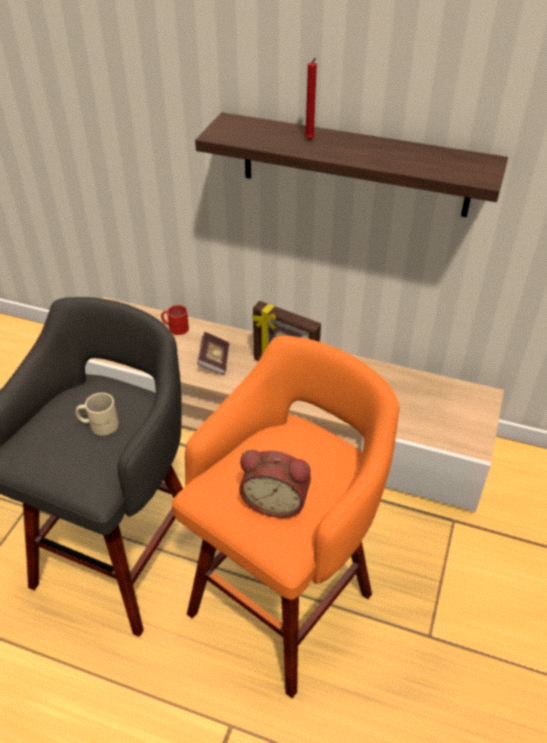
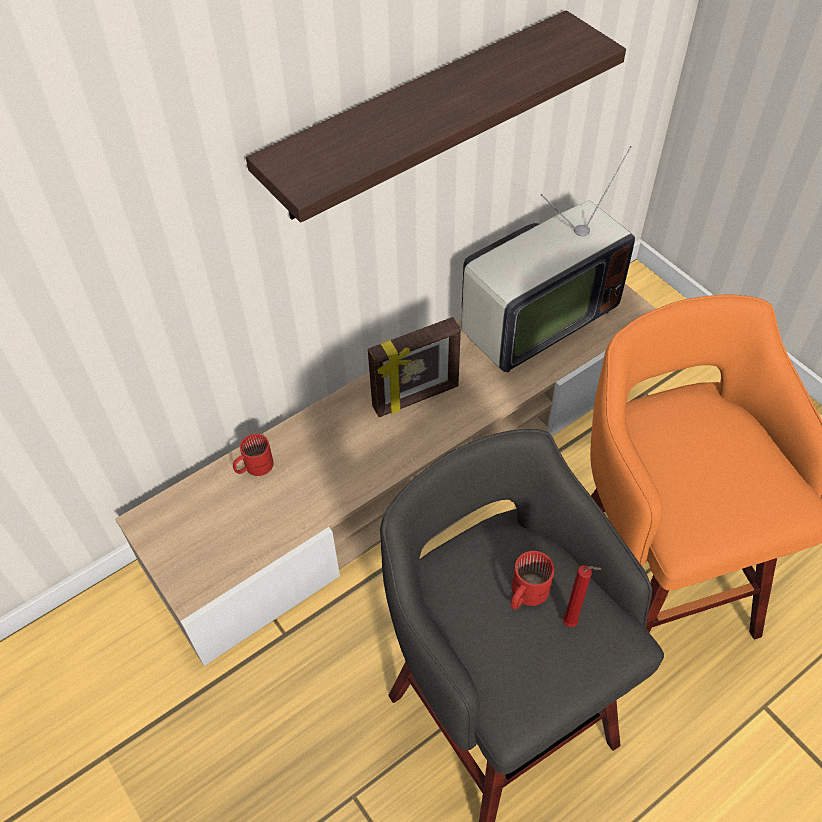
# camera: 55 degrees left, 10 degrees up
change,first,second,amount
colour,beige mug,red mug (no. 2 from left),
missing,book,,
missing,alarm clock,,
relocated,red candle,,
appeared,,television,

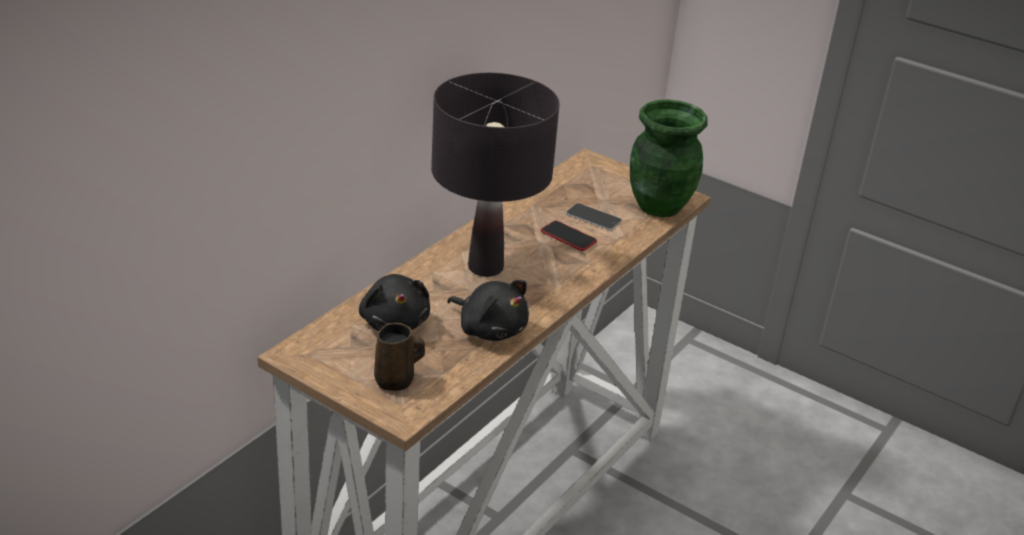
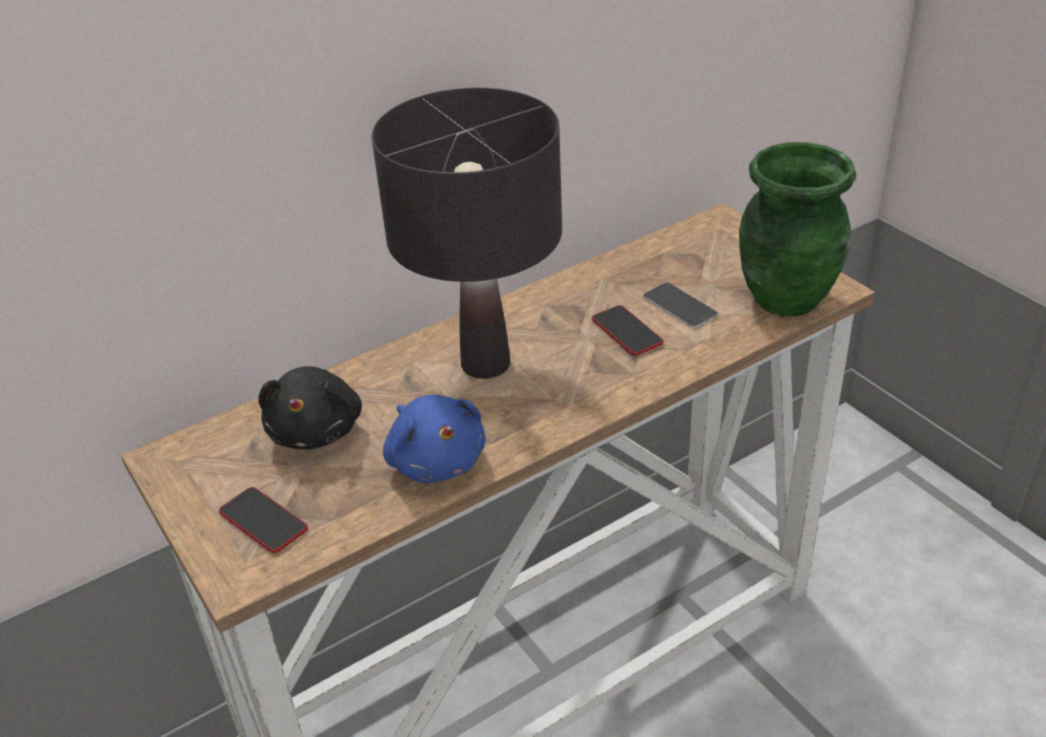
# camera: 25 degrees right, 5 degrees up
change,first,second,amount
exchanged,brown mug,phone (no. 1 from left),
colour,black plush toy (no. 2 from left),blue plush toy,

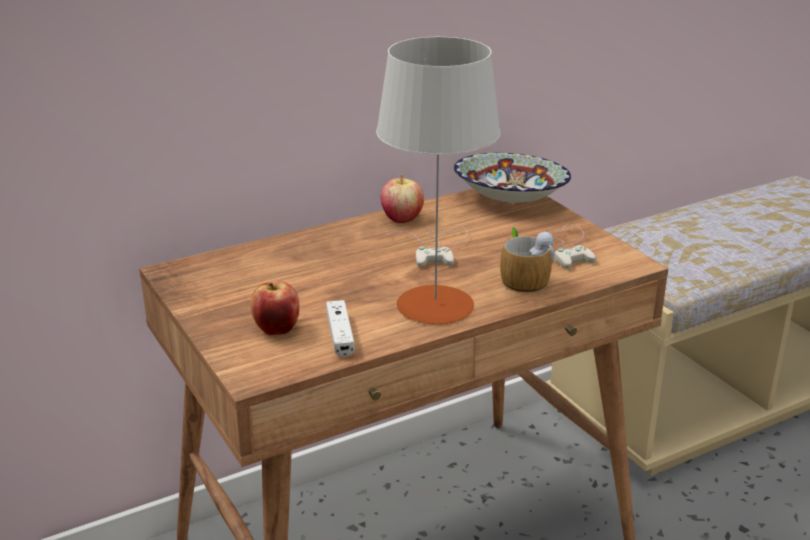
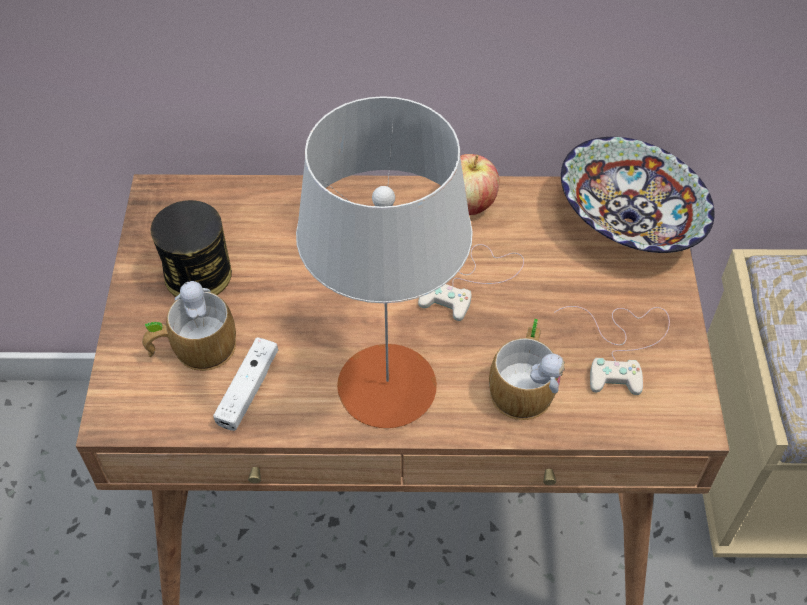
# camera: 30 degrees right, 25 degrees up
change,first,second,amount
exchanged,apple (no. 1 from left),mug (no. 1 from left),
appeared,,can,

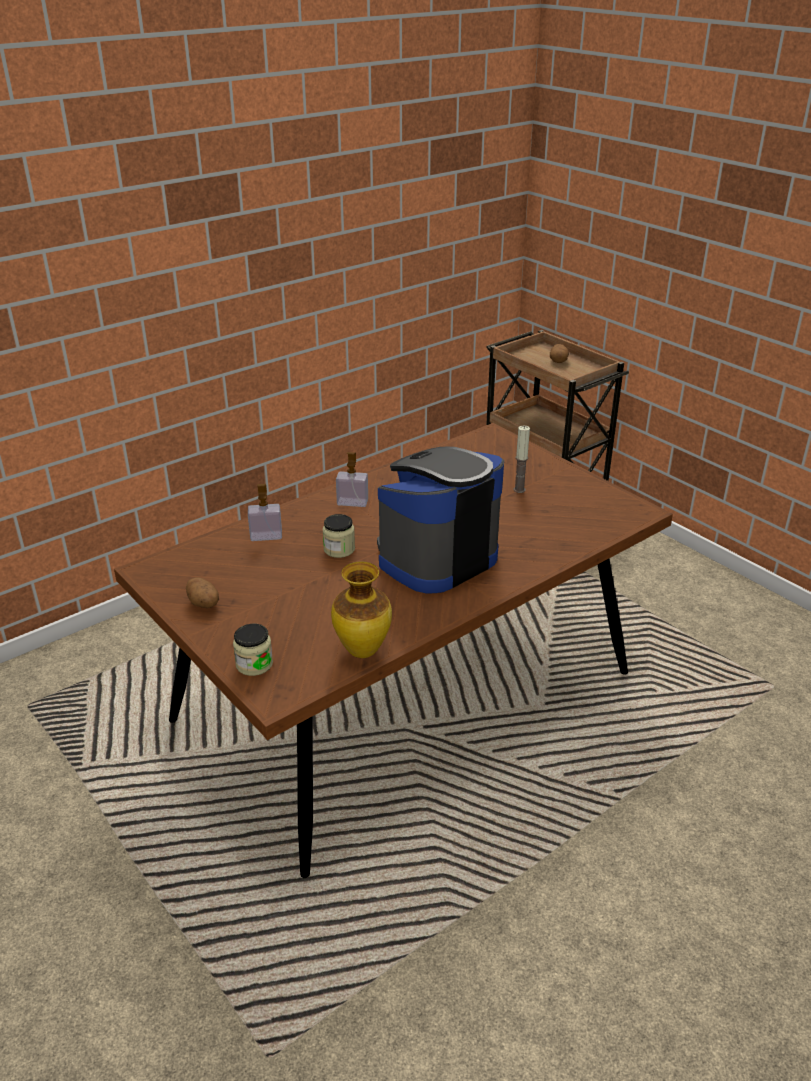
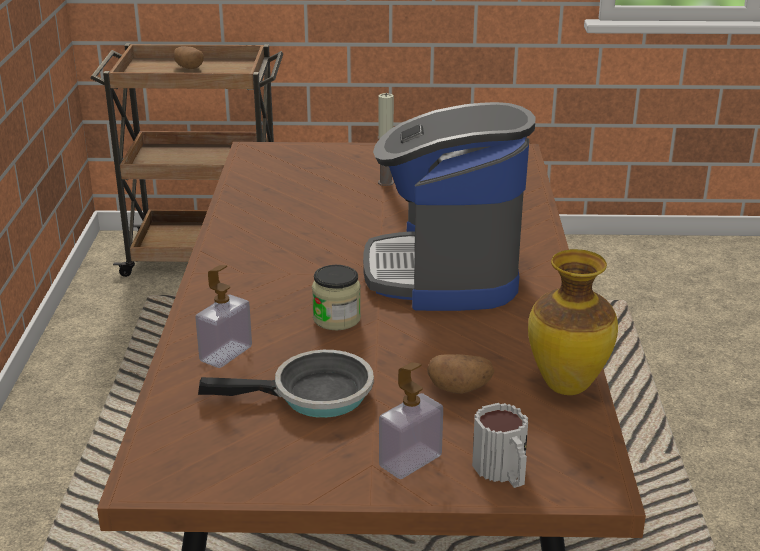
# camera: 50 degrees left, 5 degrees down
change,first,second,amount
relocated,potato (no. 1 from left in the first image),potato (no. 2 from left),
exchanged,jar (no. 1 from left),mug,
relocated,soap dispenser (no. 2 from left),,
appeared,,frying pan,

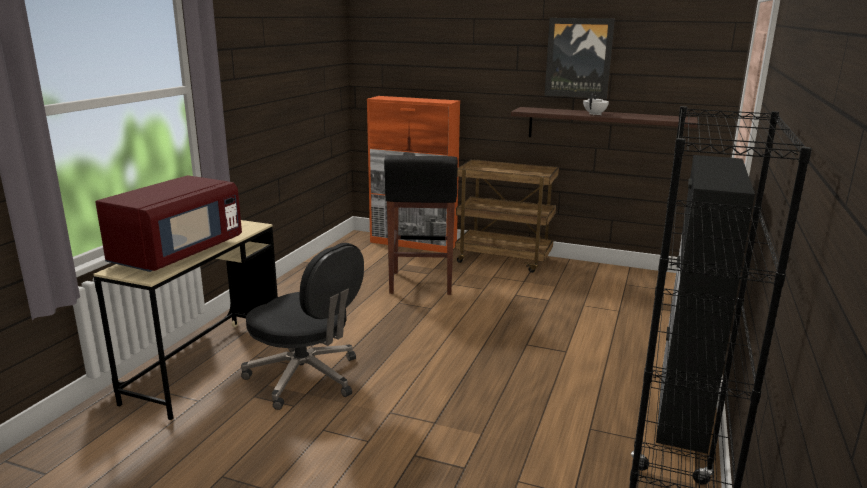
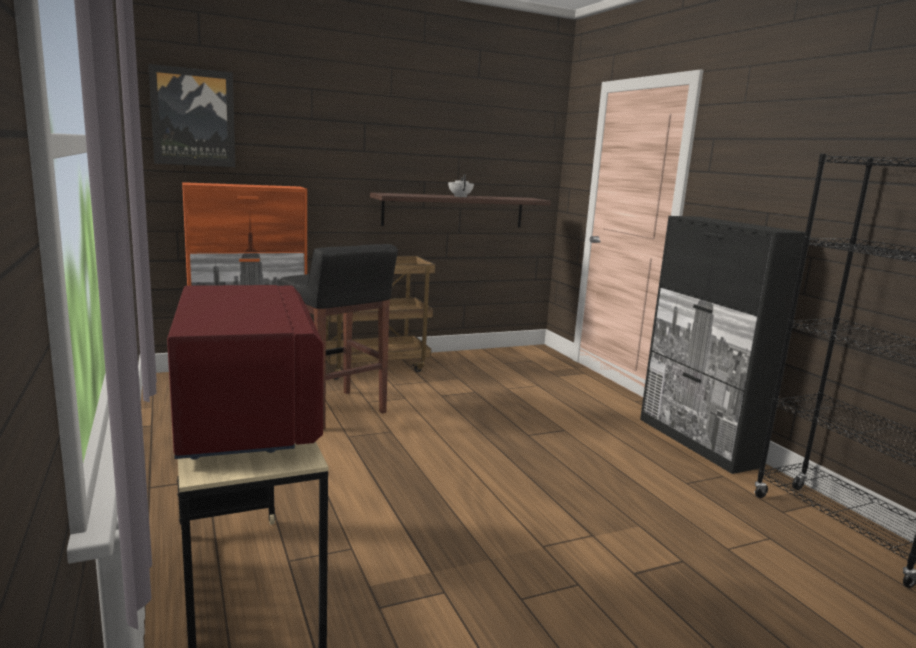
# camera: 45 degrees left, 5 degrees down
change,first,second,amount
missing,black office chair,,
relocated,picture,,

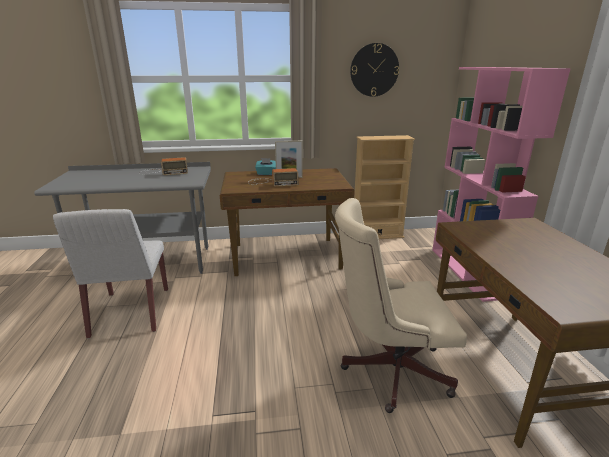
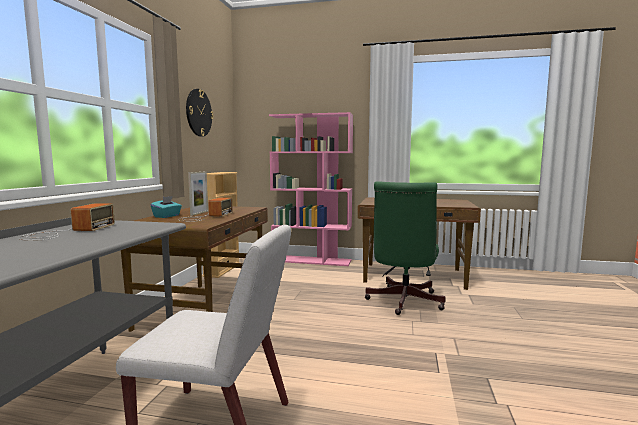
# camera: 70 degrees left, 15 degrees down
change,first,second,amount
colour,beige office chair,green office chair,

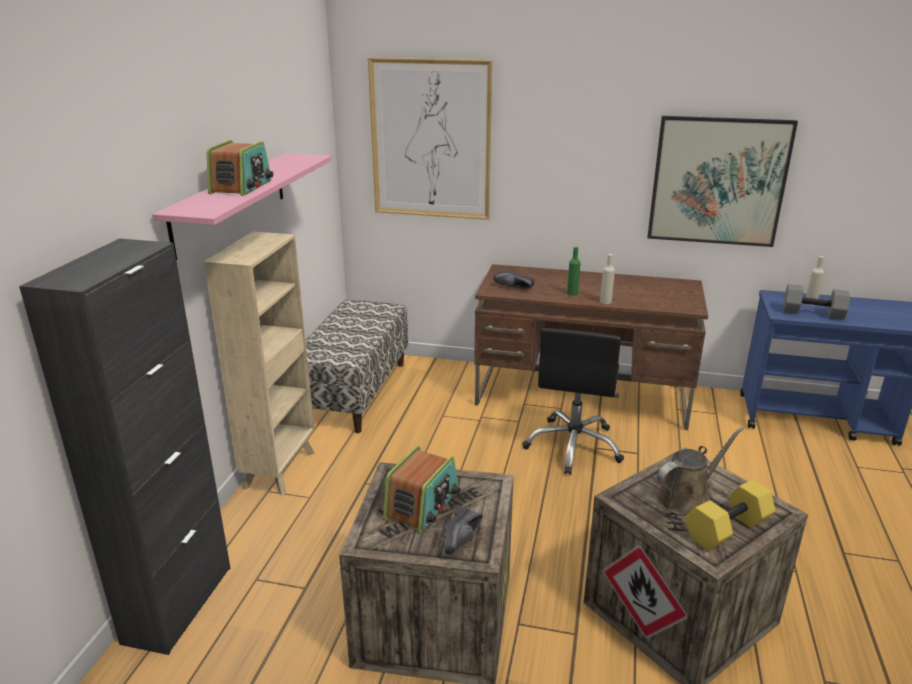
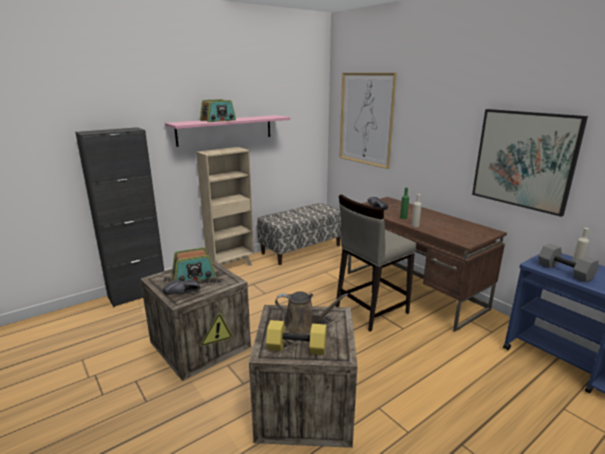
# camera: 40 degrees right, 5 degrees down
change,first,second,amount
exchanged,black office chair,beige stool,

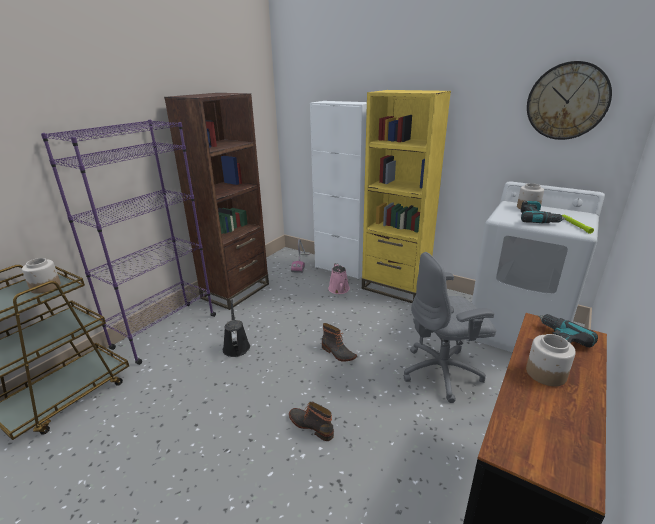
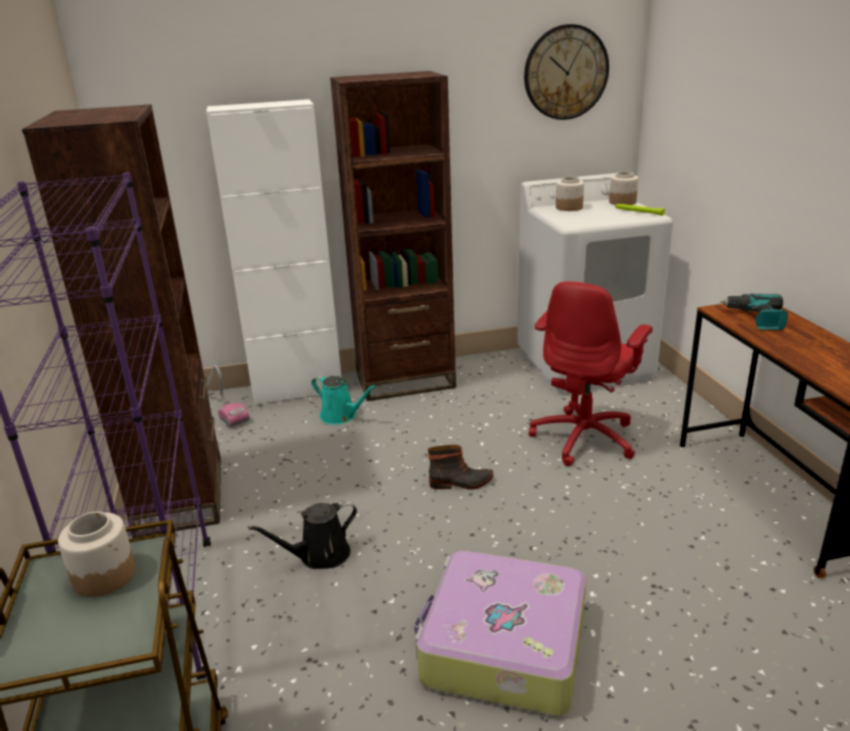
# camera: 45 degrees left, 0 degrees up
change,first,second,amount
spun,black watering can,,60 degrees counterclockwise
missing,boot (no. 1 from left),,
colour,pink watering can,turquoise watering can,
colour,yellow bookcase,brown bookcase (no. 2 from left),
colour,grey office chair,red office chair,
missing,power drill (no. 1 from left),,
relocated,jar (no. 3 from left),,
appeared,,suitcase,

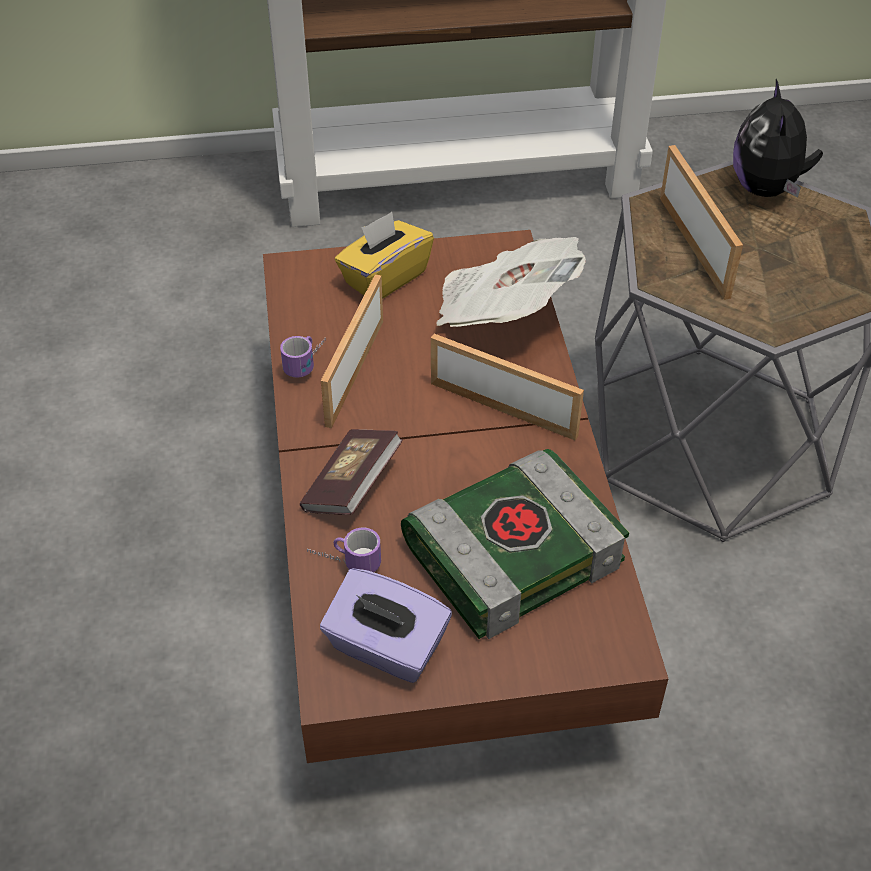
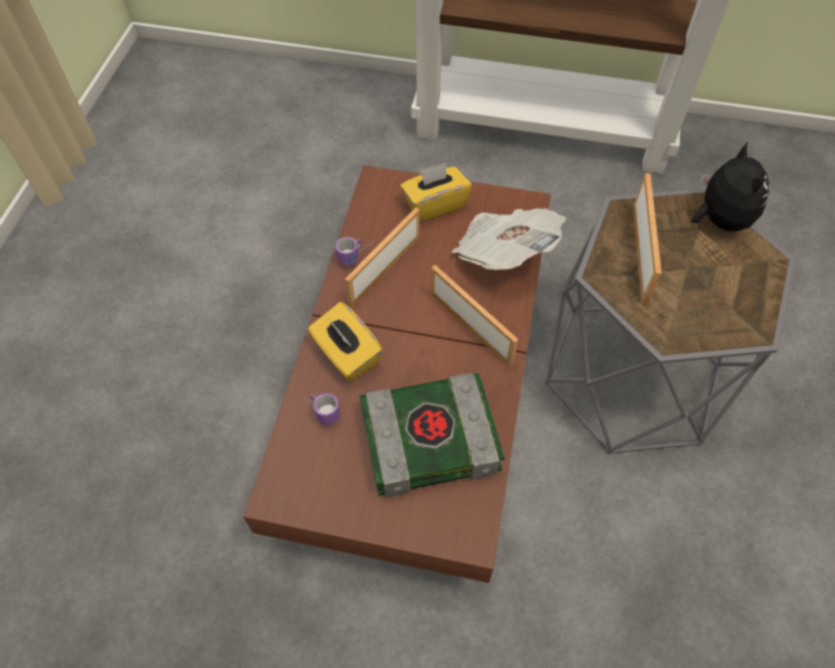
# camera: 20 degrees right, 10 degrees up
change,first,second,amount
exchanged,book (no. 1 from left),yellow tissue box (no. 1 from left),
missing,purple tissue box,,
spun,plush toy,,150 degrees clockwise

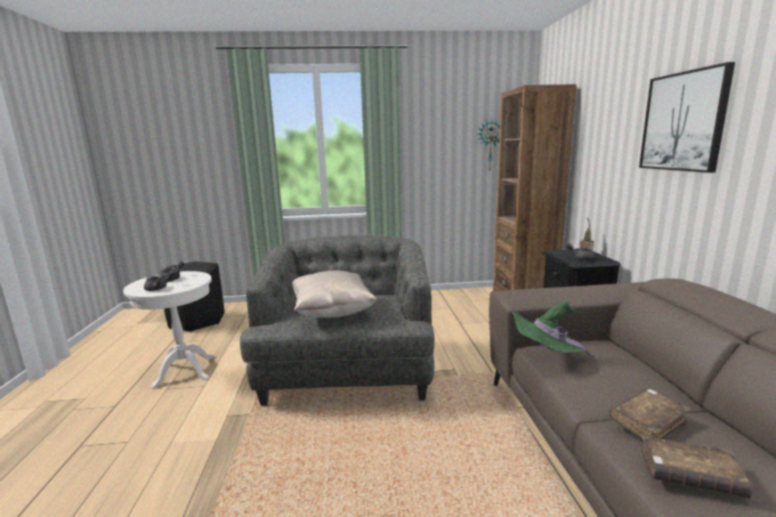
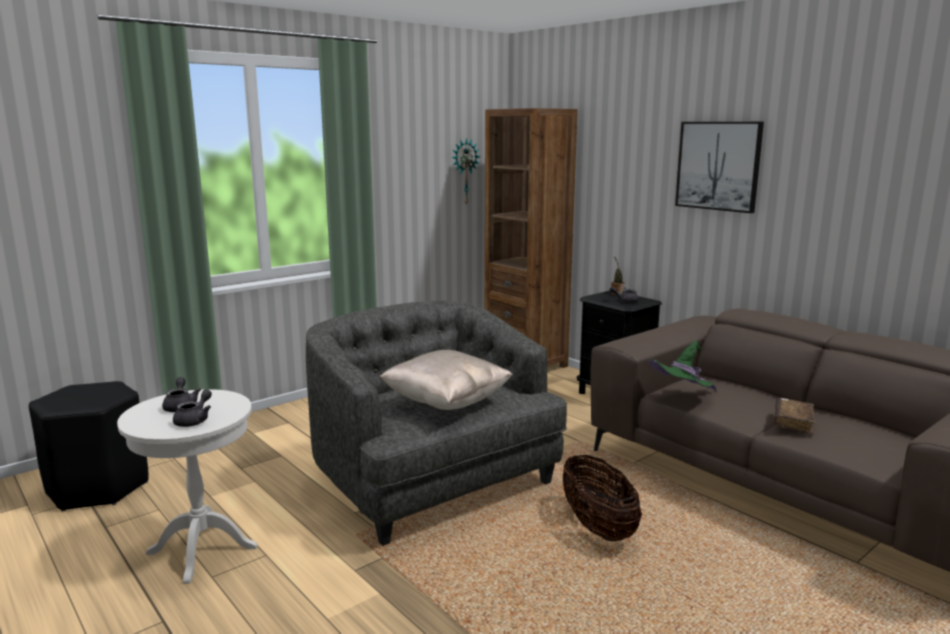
# camera: 35 degrees left, 0 degrees up
change,first,second,amount
missing,brown book (no. 2 from left),,
appeared,,basket,

